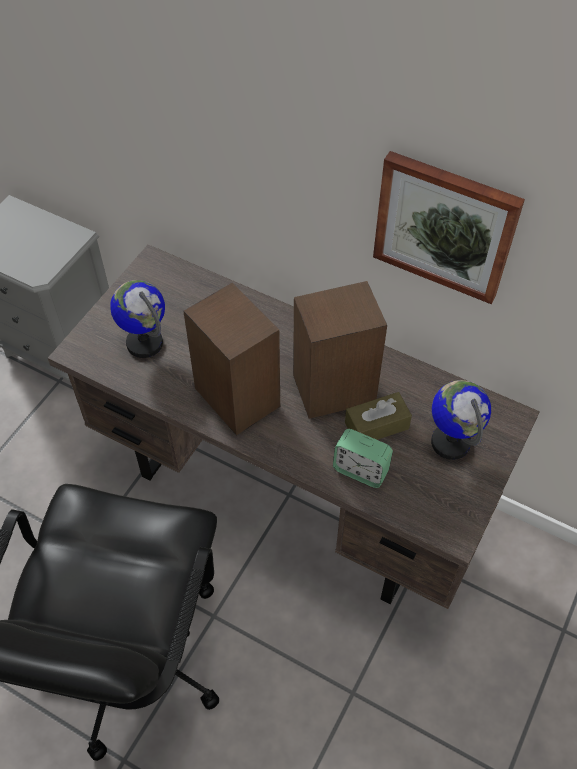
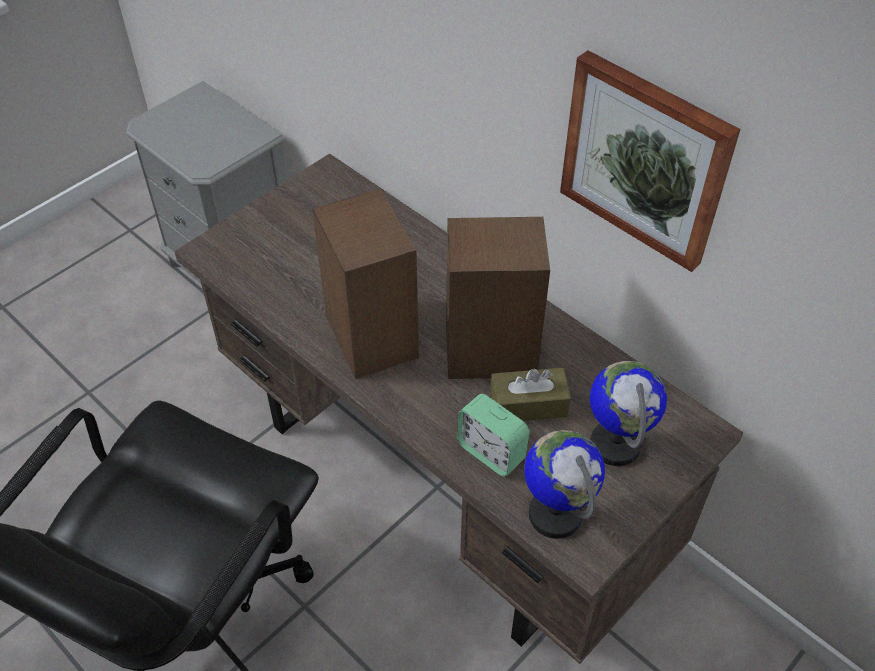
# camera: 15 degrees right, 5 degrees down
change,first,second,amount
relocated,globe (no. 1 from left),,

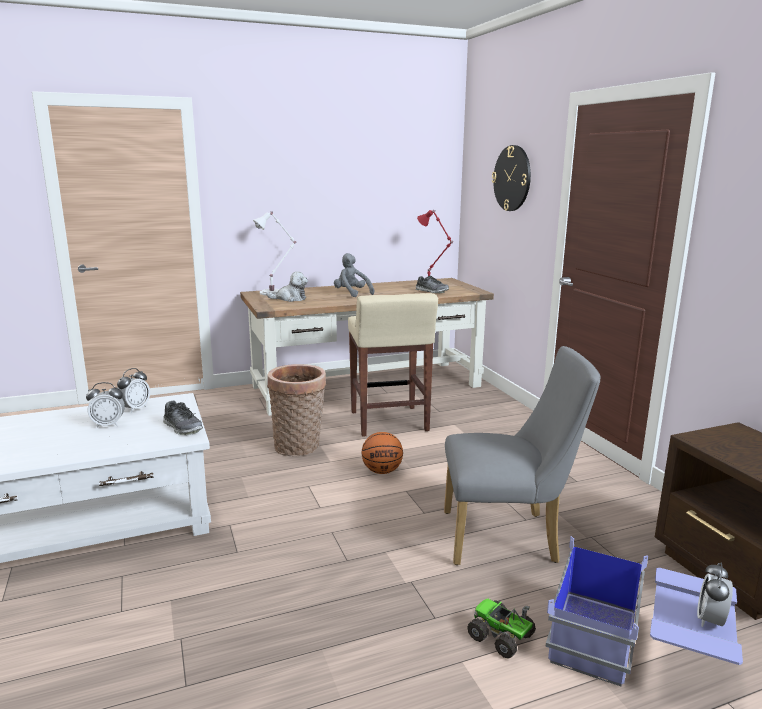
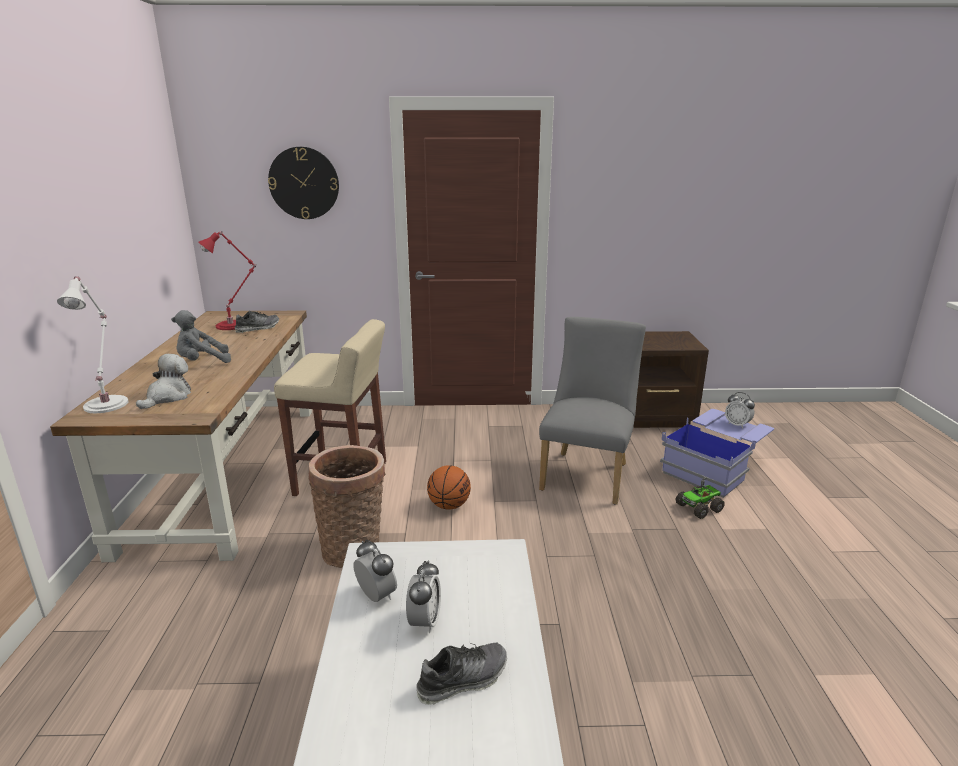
# camera: 70 degrees left, 5 degrees up
change,first,second,amount
relocated,shoe (no. 1 from left in the first image),shoe (no. 2 from left),

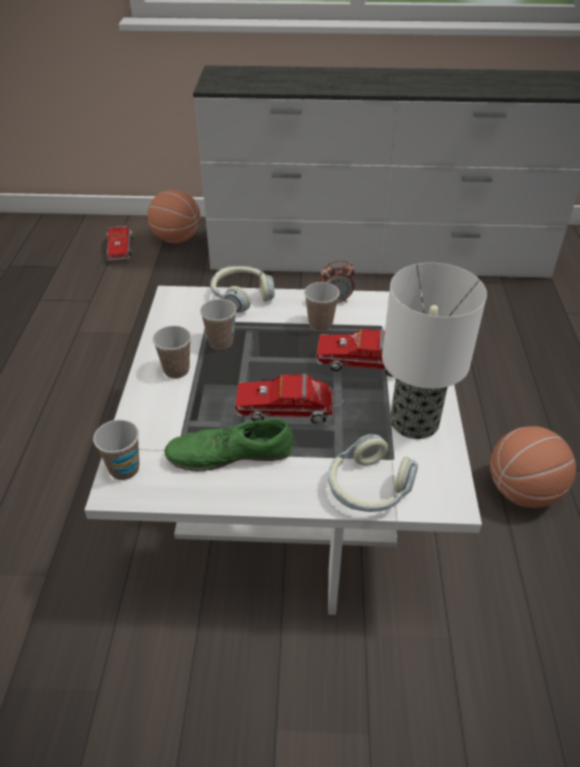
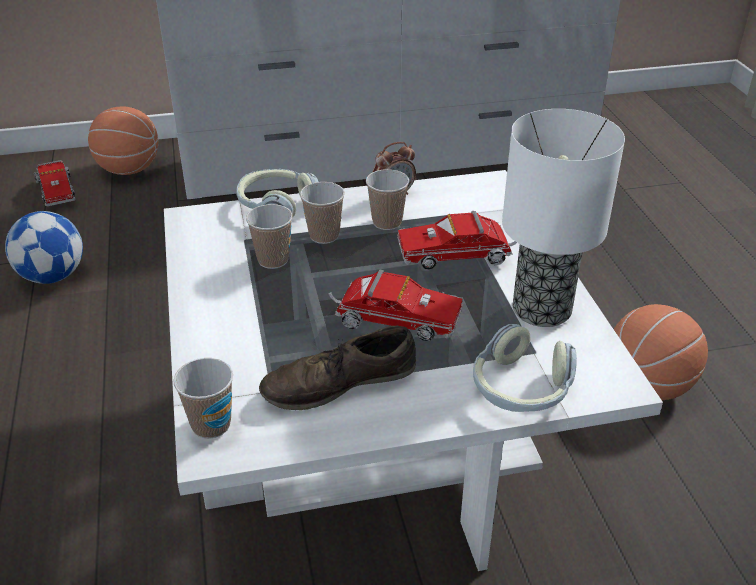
# camera: 15 degrees left, 5 degrees down
change,first,second,amount
relocated,cup (no. 2 from left in the first image),cup (no. 3 from left),
colour,green shoe,brown shoe,
spun,toy truck (no. 2 from left),,150 degrees counterclockwise
appeared,,football,

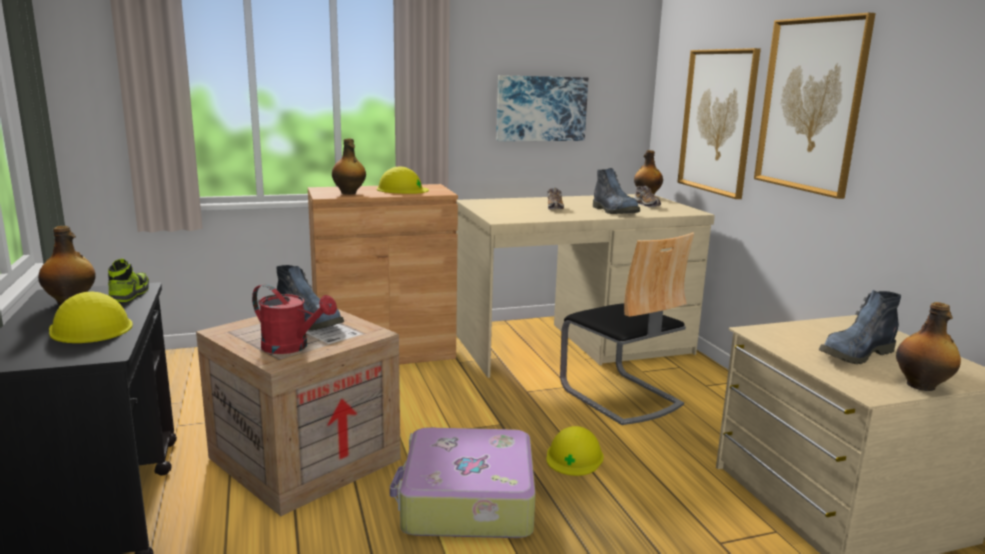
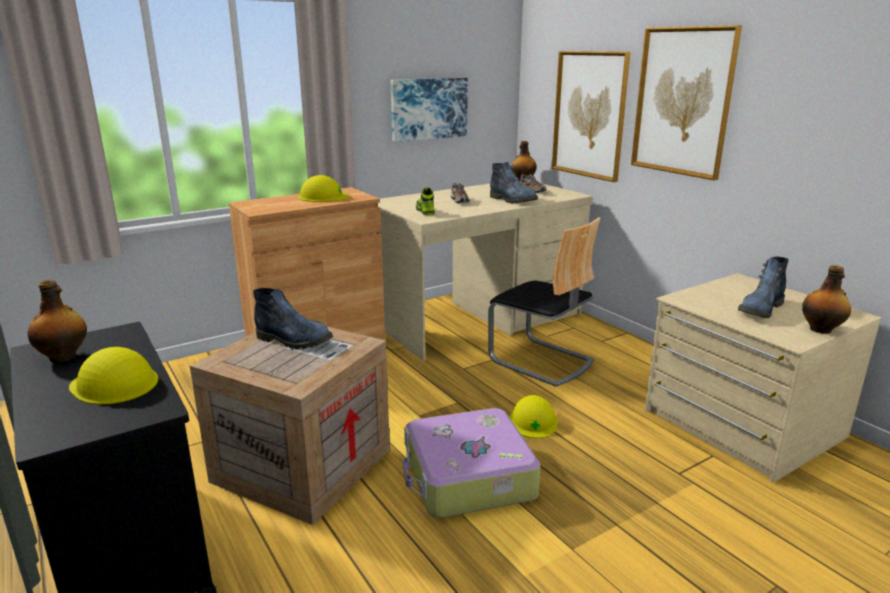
# camera: 15 degrees left, 5 degrees up
change,first,second,amount
relocated,shoe (no. 1 from left),,
missing,red watering can,,
missing,bottle (no. 2 from left),,

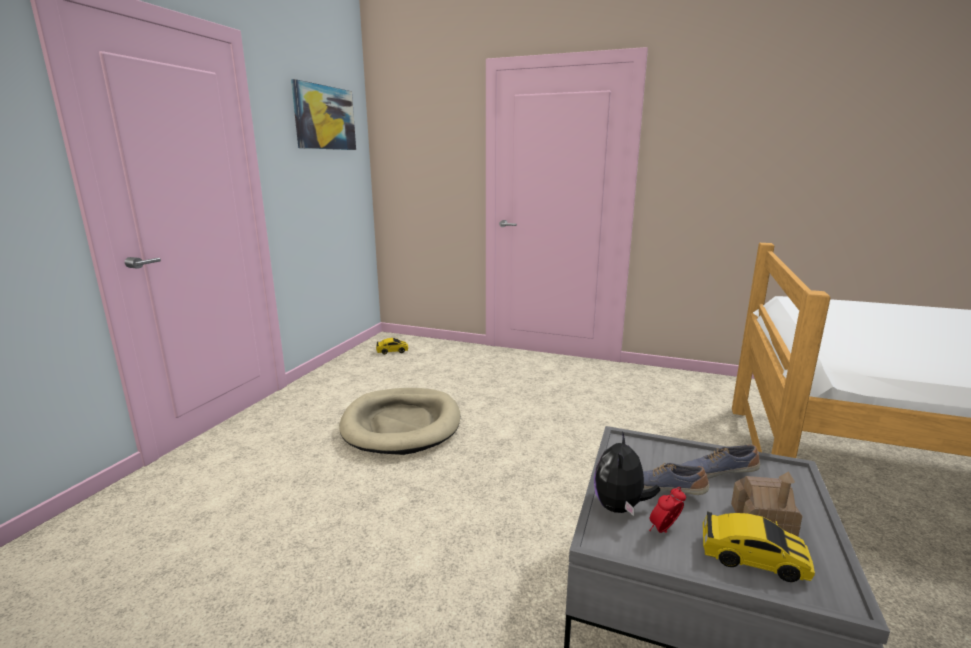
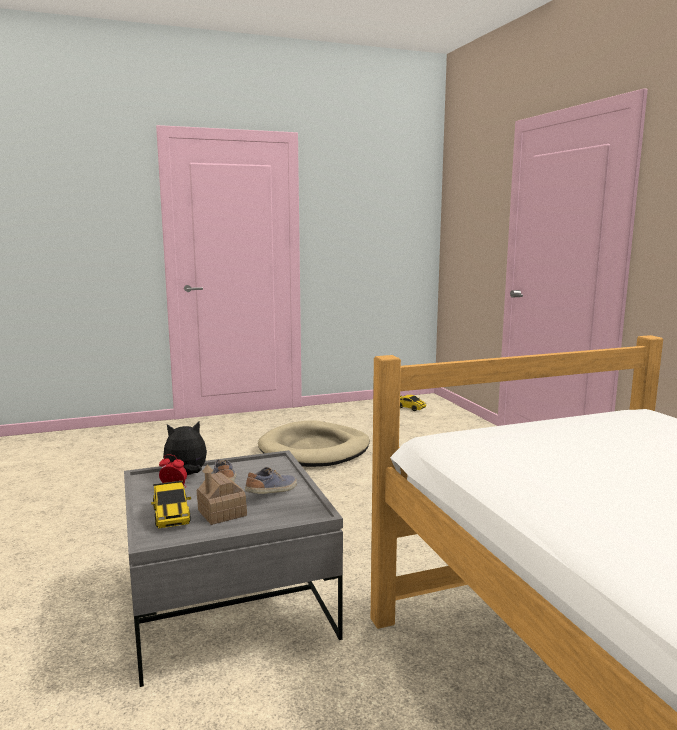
# camera: 50 degrees right, 5 degrees down
change,first,second,amount
missing,picture,,
spun,shoe (no. 2 from left),,75 degrees clockwise

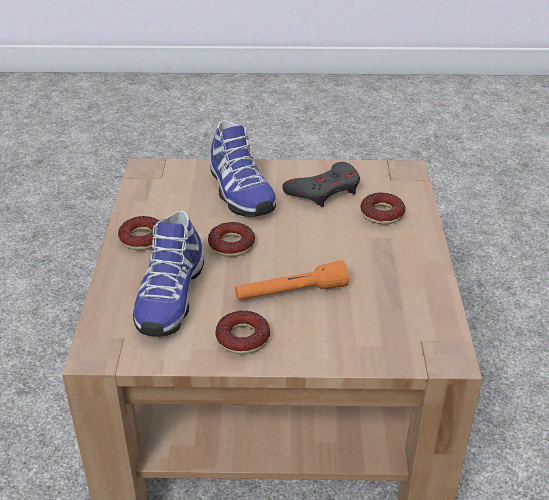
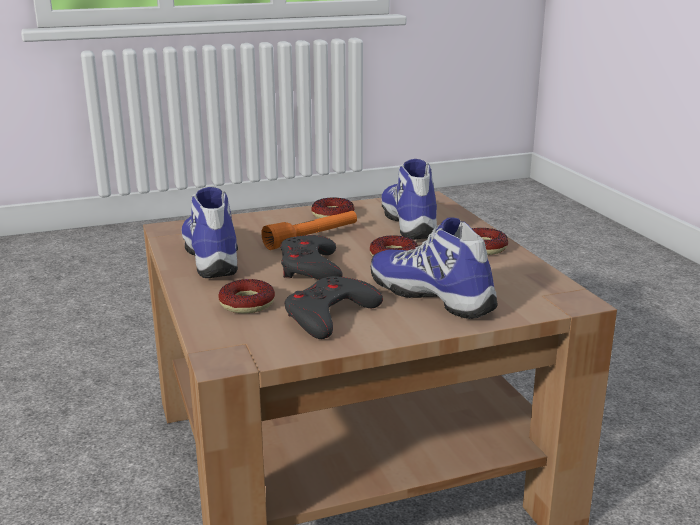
# camera: 160 degrees right, 15 degrees down
change,first,second,amount
appeared,,shoe (no. 1 from left),
appeared,,grey game controller (no. 1 from left),

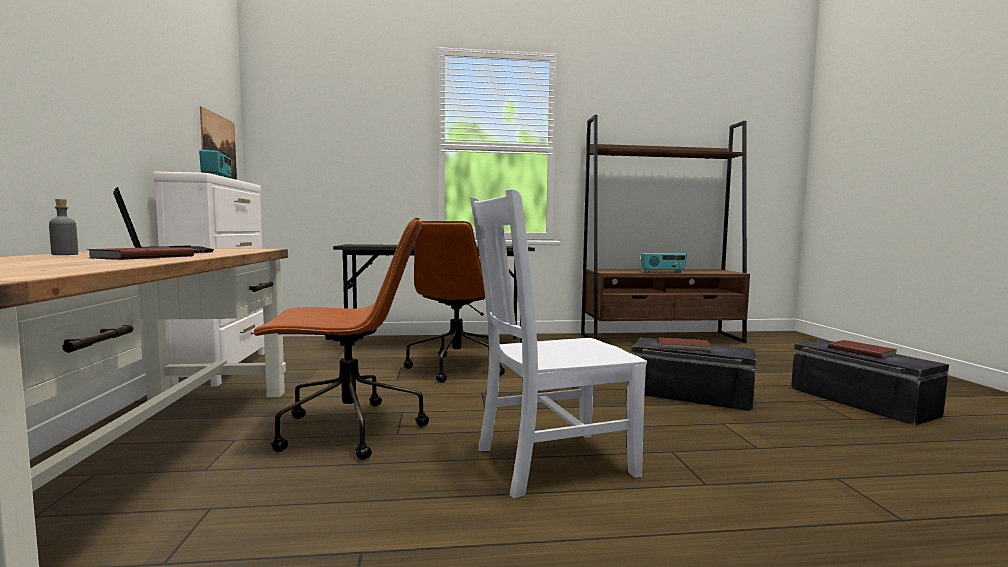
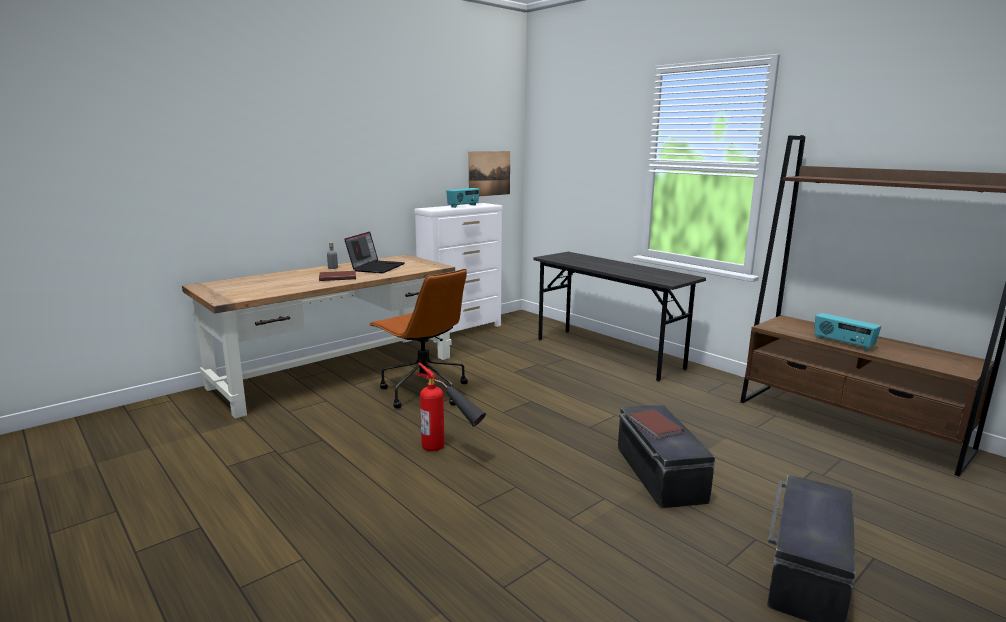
# camera: 55 degrees right, 10 degrees up
change,first,second,amount
missing,brown office chair (no. 2 from left),,
exchanged,white chair,fire extinguisher,
missing,brown book (no. 3 from left),,

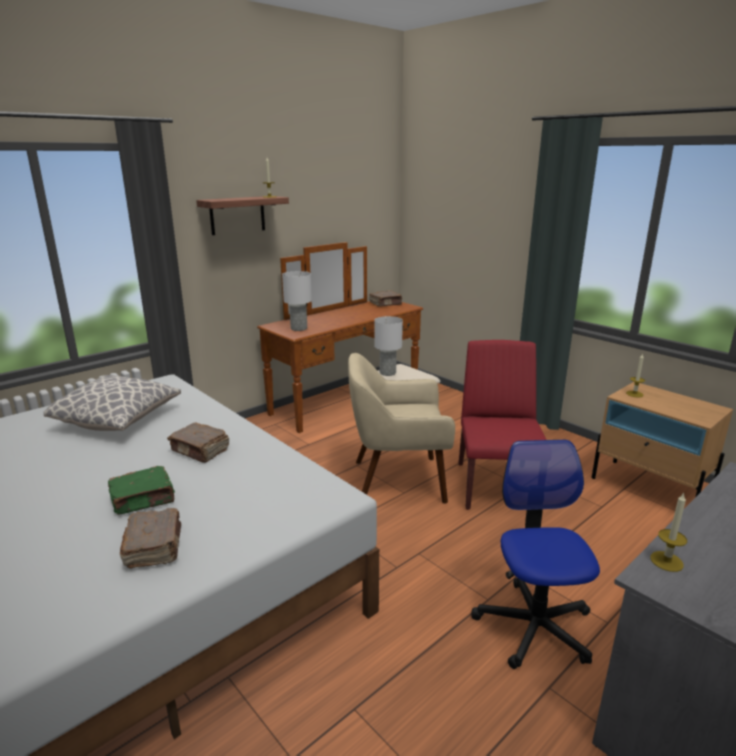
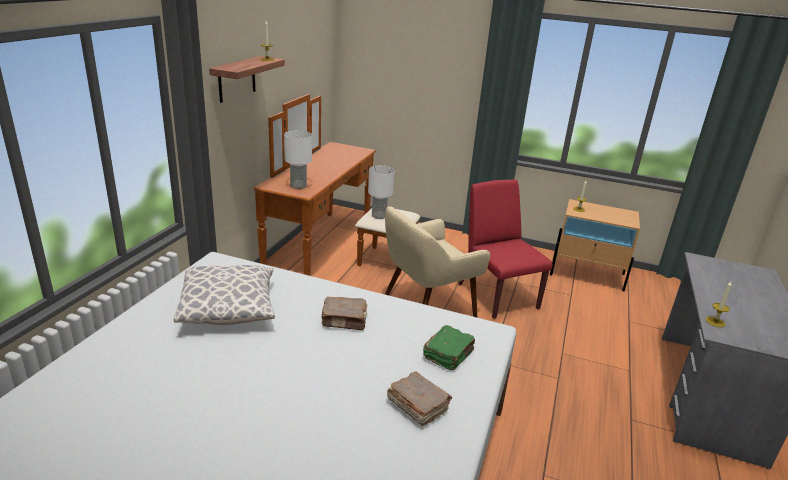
# camera: 30 degrees left, 5 degrees up
change,first,second,amount
relocated,green book,,
missing,brown book (no. 3 from left),,
missing,office chair,,

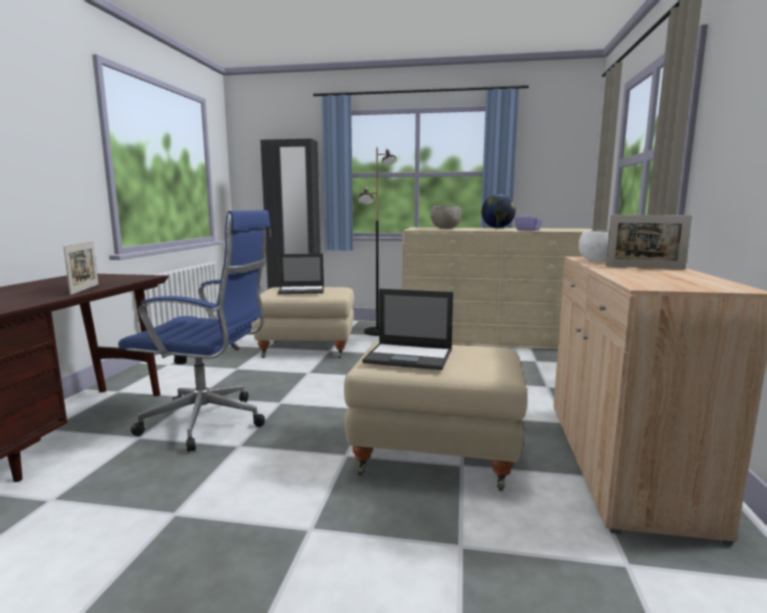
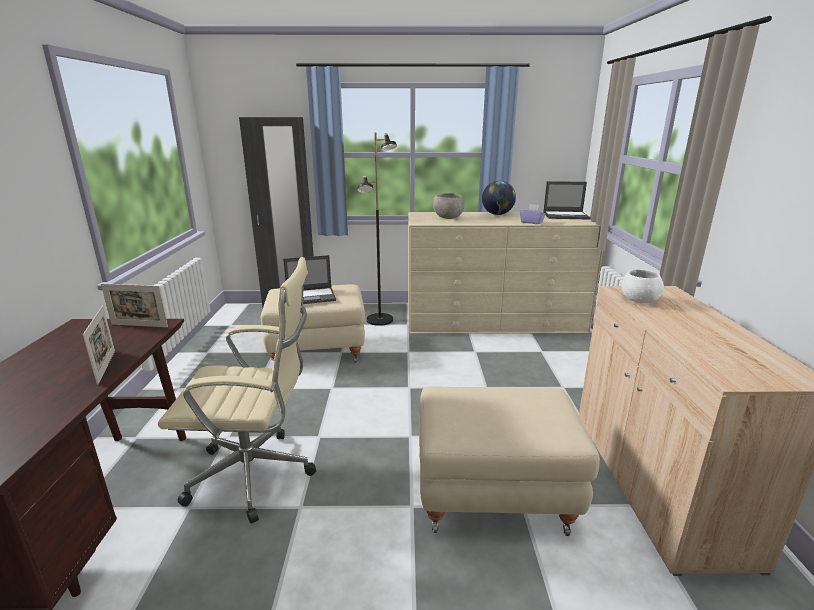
# camera: 10 degrees left, 10 degrees up
change,first,second,amount
colour,blue office chair,beige office chair,
relocated,laptop (no. 2 from left),,
relocated,picture frame (no. 2 from left),,

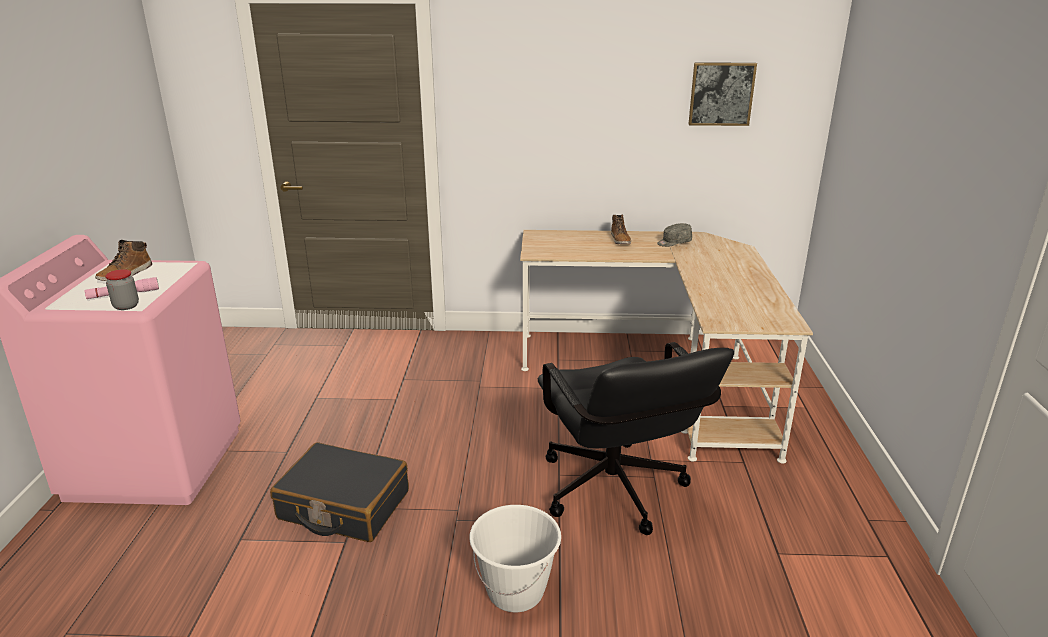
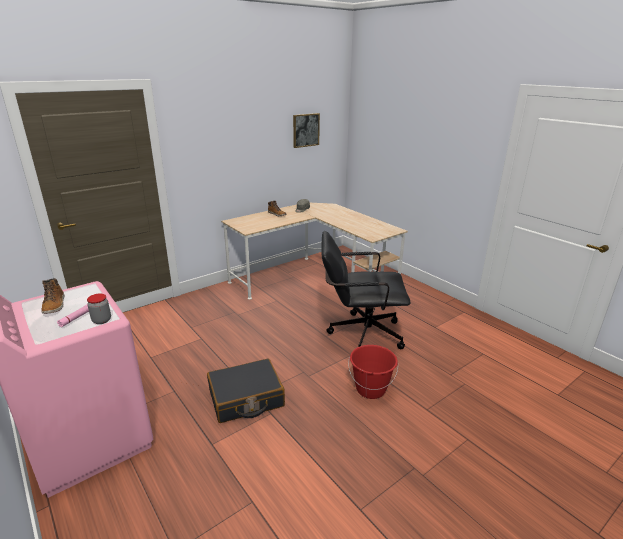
# camera: 40 degrees left, 0 degrees up
change,first,second,amount
colour,white bucket,red bucket,
spun,black office chair,,150 degrees clockwise

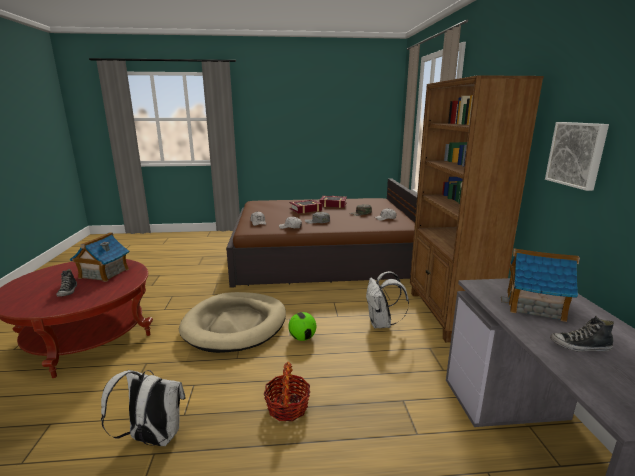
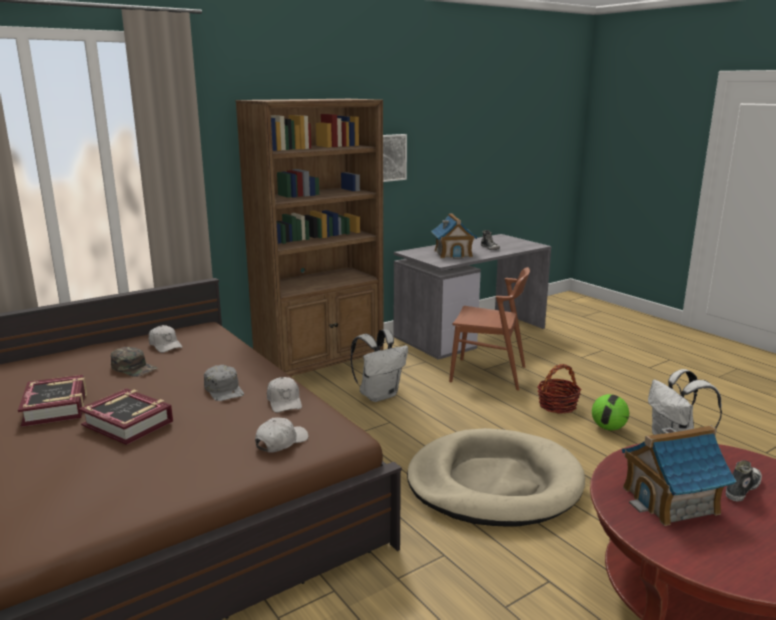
# camera: 120 degrees left, 0 degrees up
change,first,second,amount
relocated,football,,
appeared,,brown chair,

